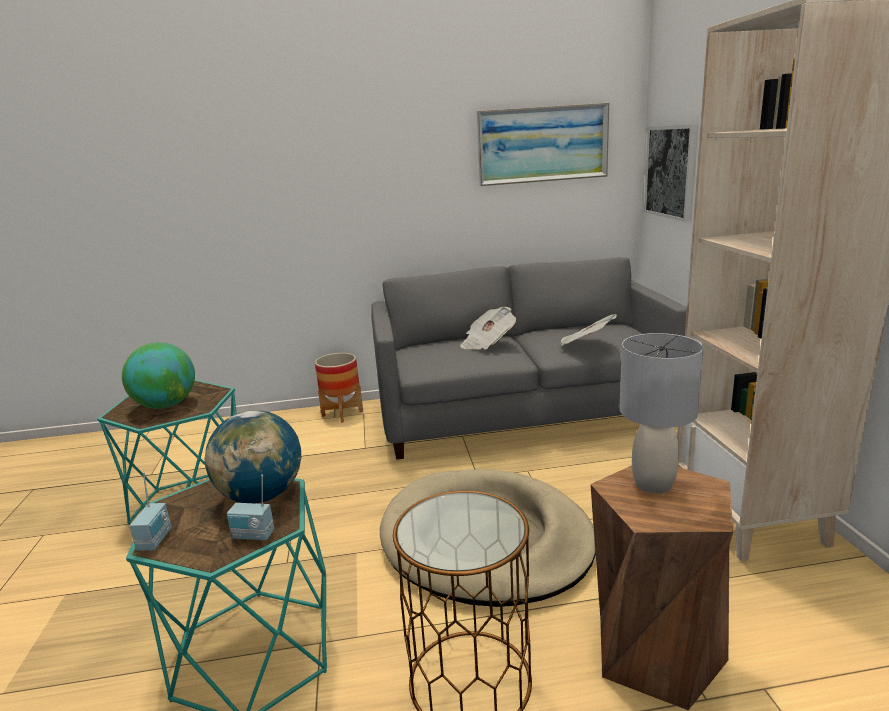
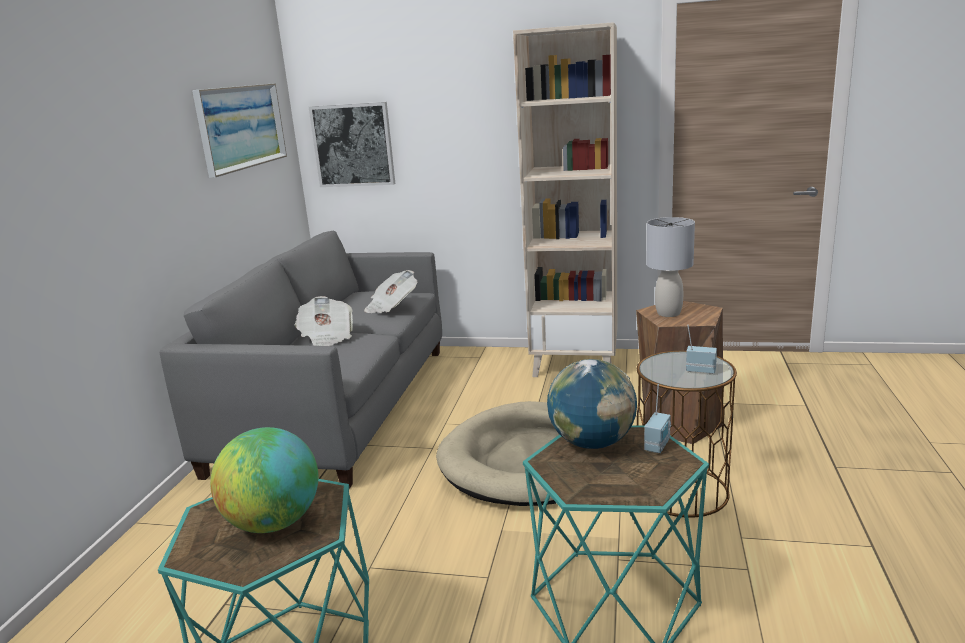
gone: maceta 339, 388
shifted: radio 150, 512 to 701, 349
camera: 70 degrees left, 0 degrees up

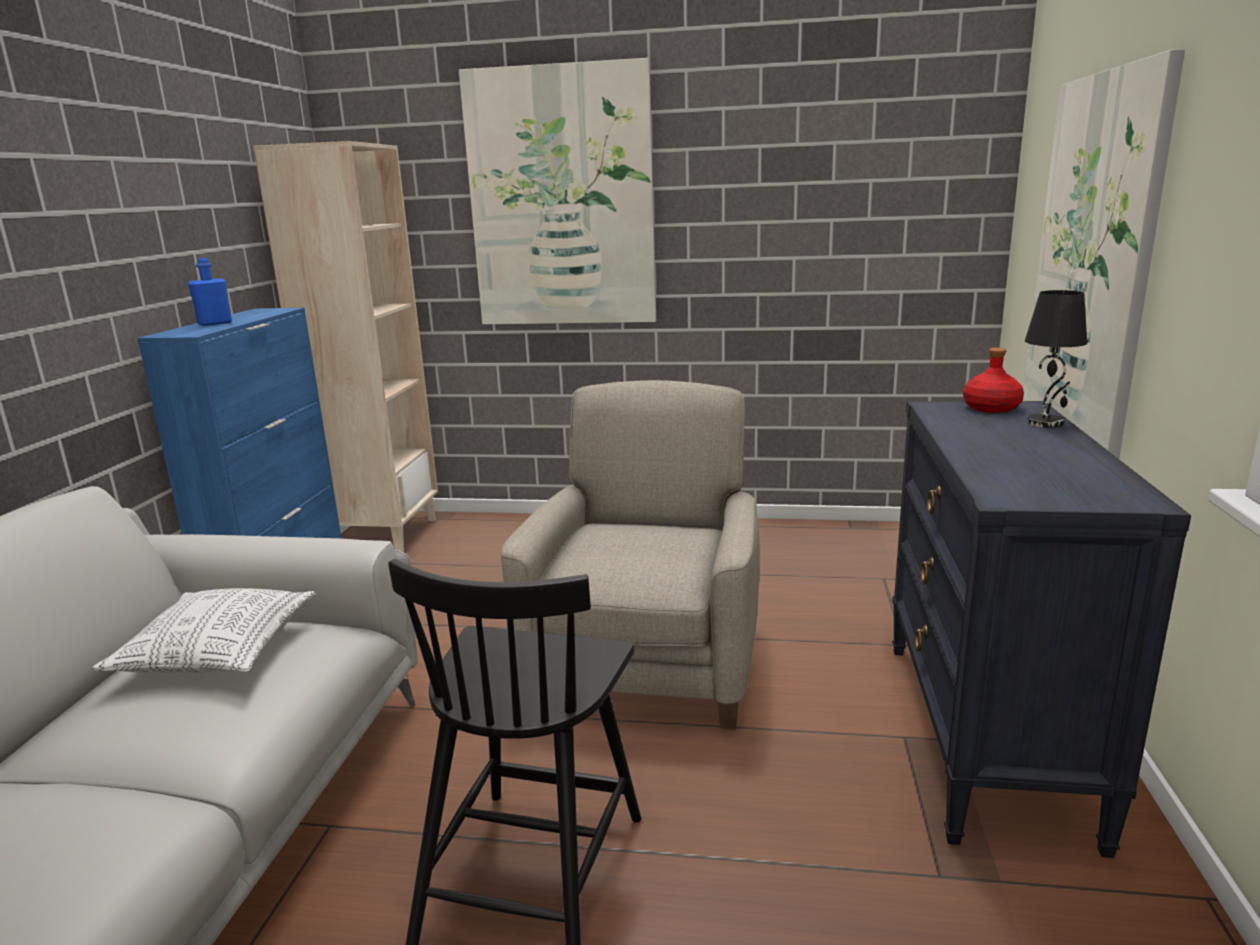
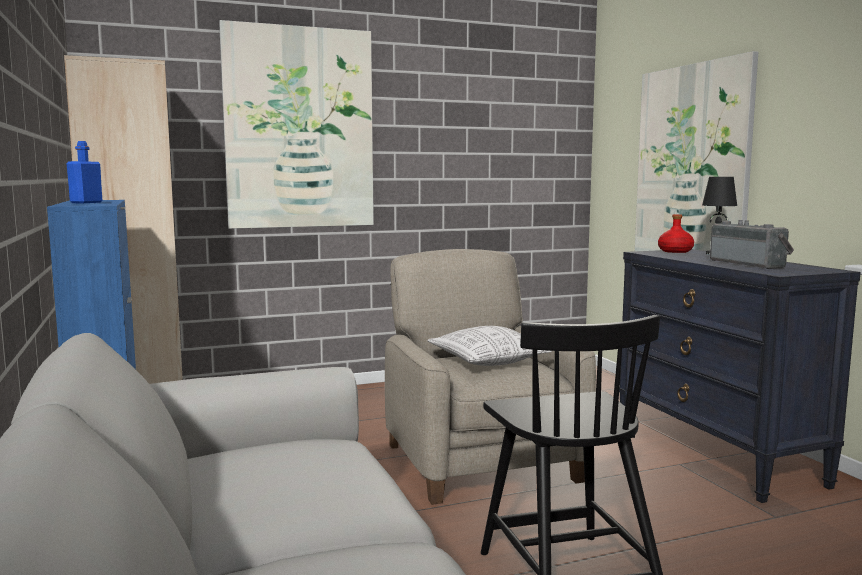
new: radio 752, 244
shifted: cojín 204, 630 to 489, 346
camera: 30 degrees left, 10 degrees down

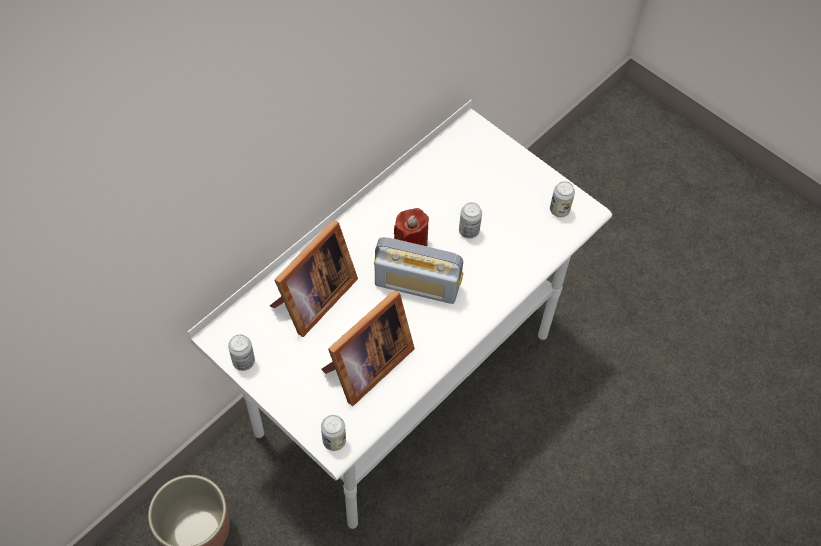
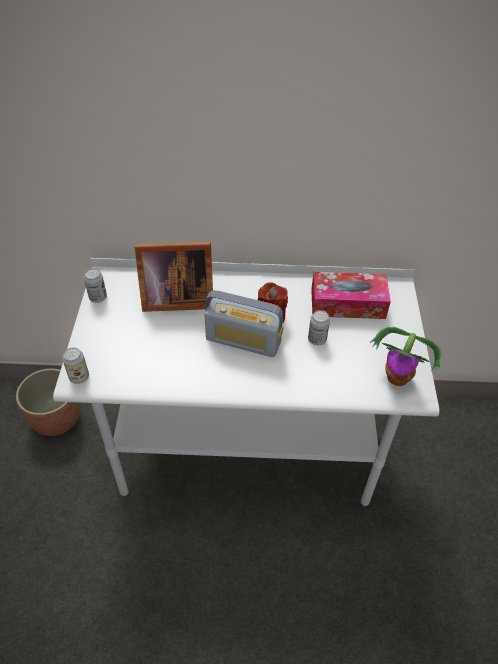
gone: portarretratos 368, 348
new: caja de pañuelos 351, 295
swapped: lata 562, 199 to planta en maceta 406, 356
rotated: radio 418, 270 = 243, 323 45 degrees counterclockwise
camera: 50 degrees right, 10 degrees down

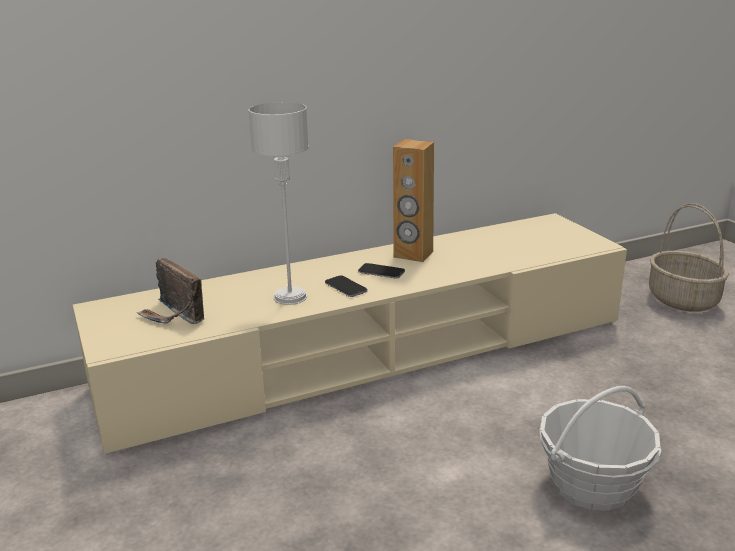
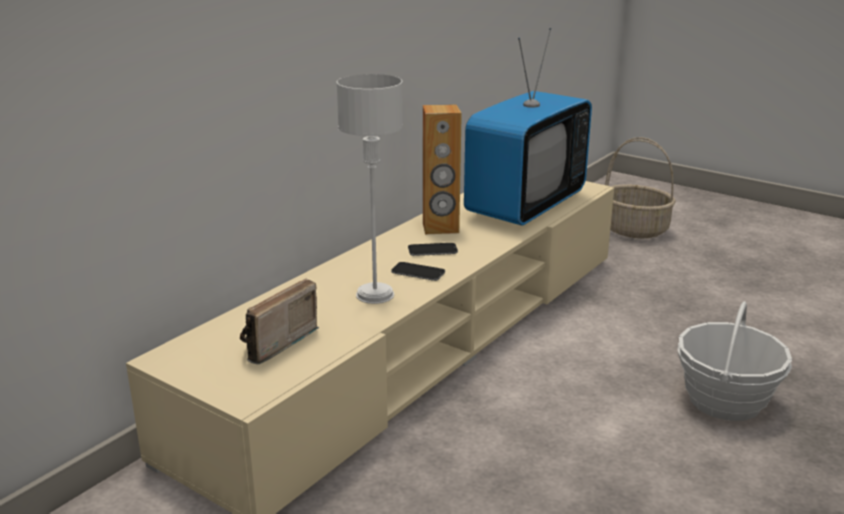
new: televisor 528, 127
rotated: radio 170, 291 = 279, 321 105 degrees clockwise
camera: 30 degrees left, 0 degrees up

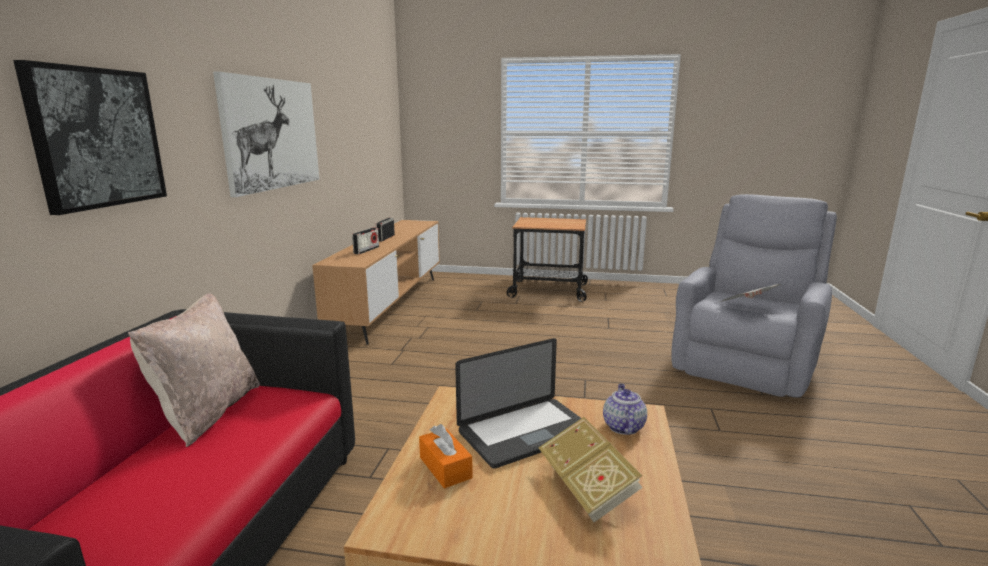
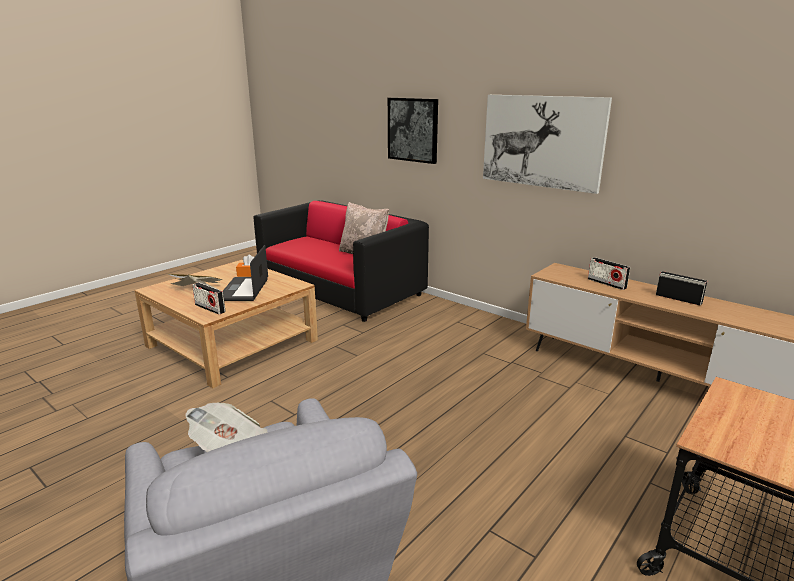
swapped: tetera 625, 409 to radio 209, 298
camera: 120 degrees right, 5 degrees up

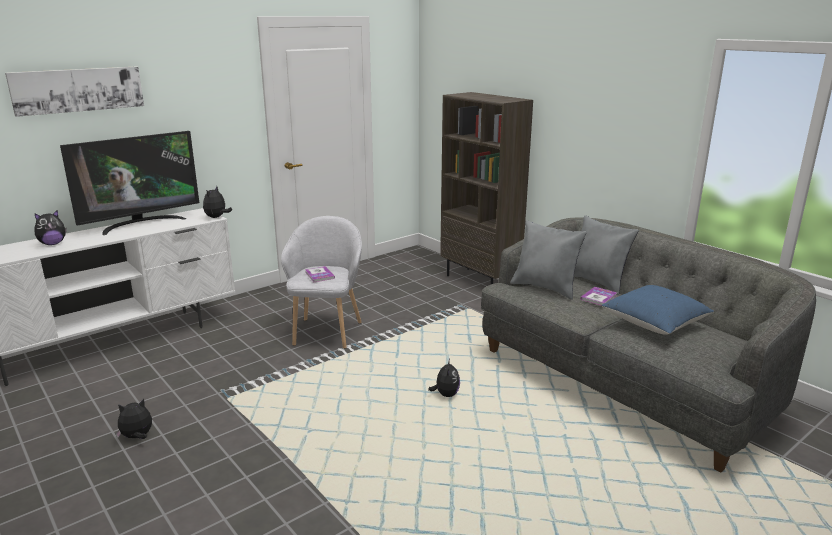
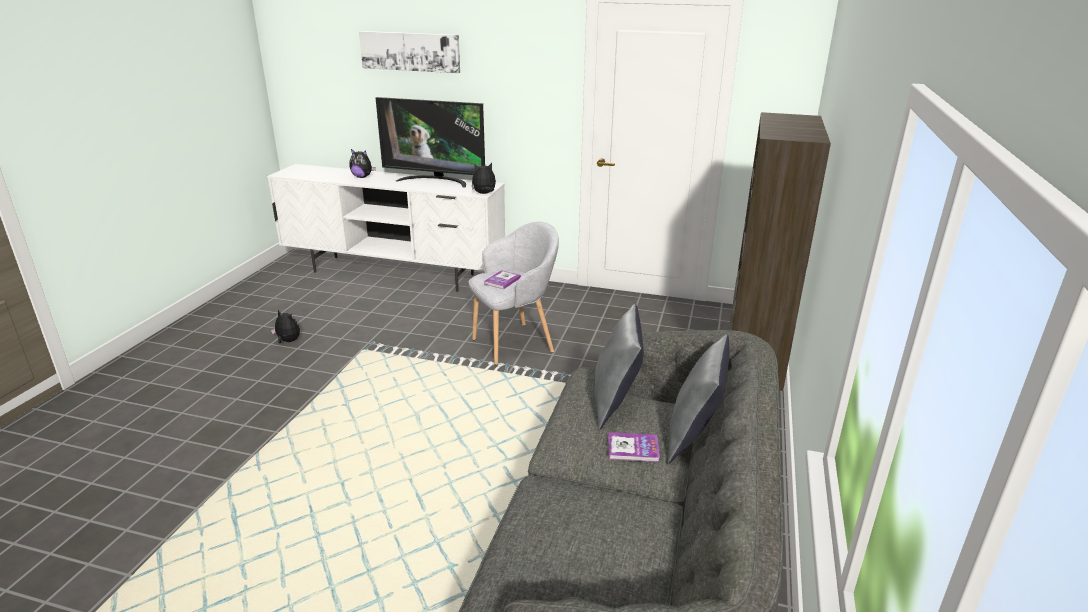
gone: peluche 444, 378; cojín [azul] 657, 310
camera: 55 degrees right, 5 degrees up

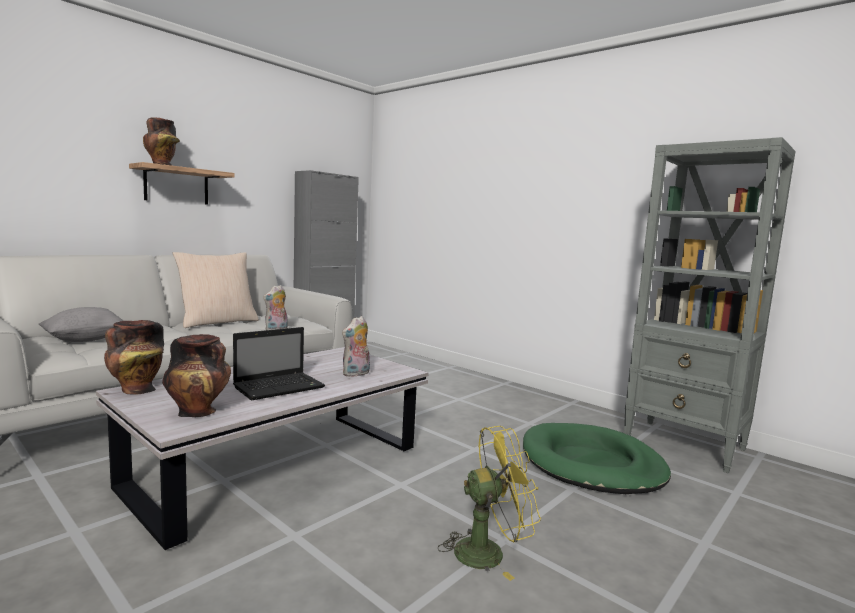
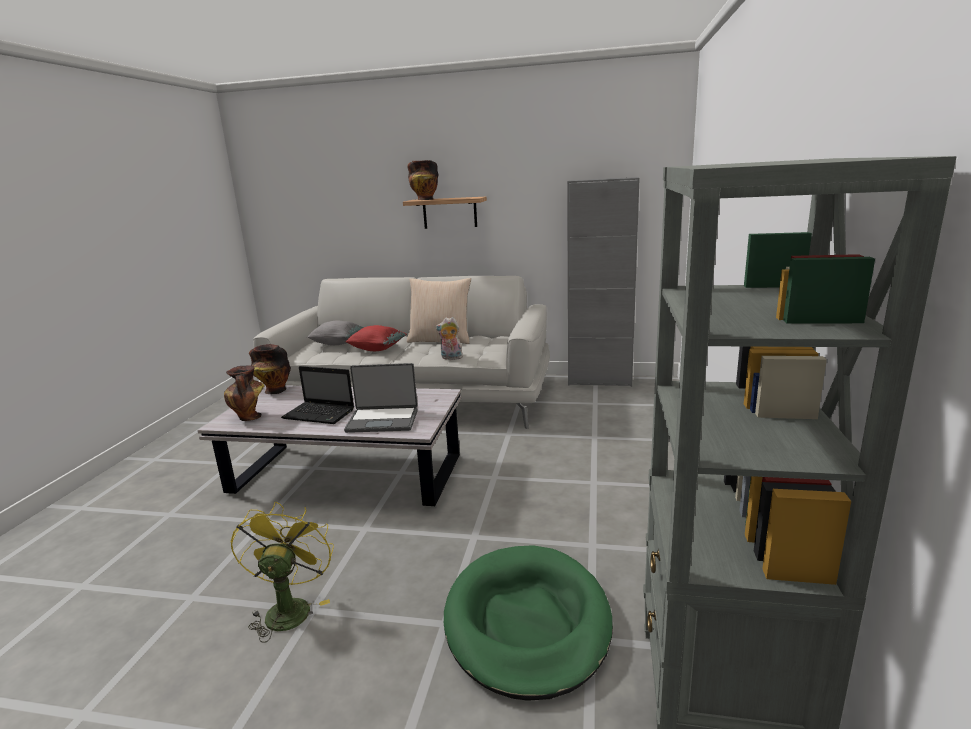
new: cojín [rojo] 376, 338
swapped: peluche 356, 346 to portátil 381, 398
rotated: ventilador [amarillo] 489, 503 = 282, 572 135 degrees counterclockwise
camera: 60 degrees right, 10 degrees up

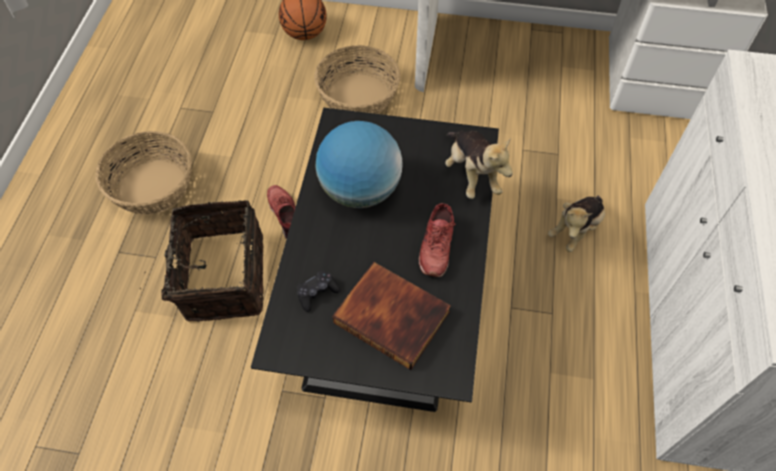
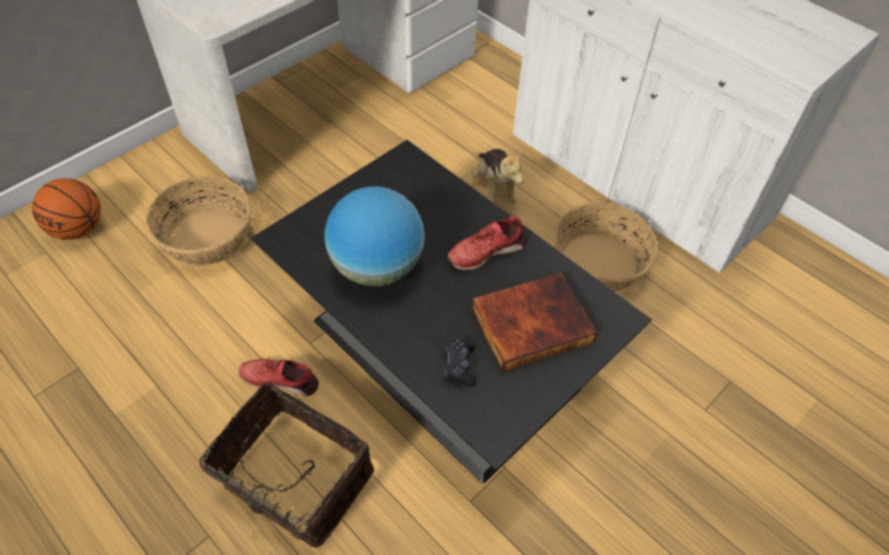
gone: peluche 479, 164
shifted: cesta 143, 173 to 606, 247
rotated: zapato [rojo] 437, 240 = 487, 243 105 degrees clockwise
camera: 55 degrees left, 5 degrees down

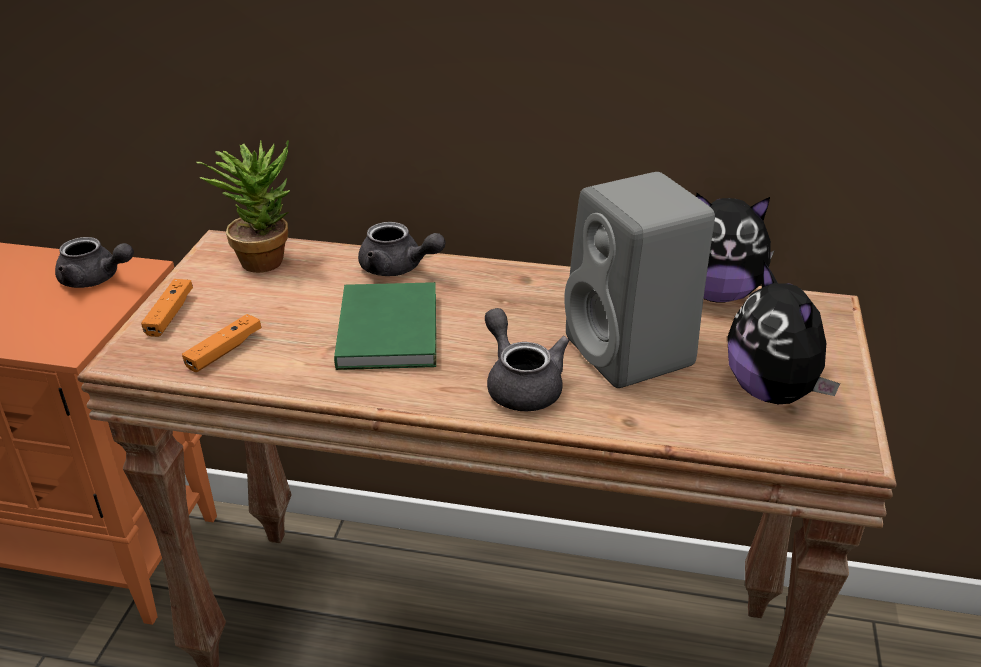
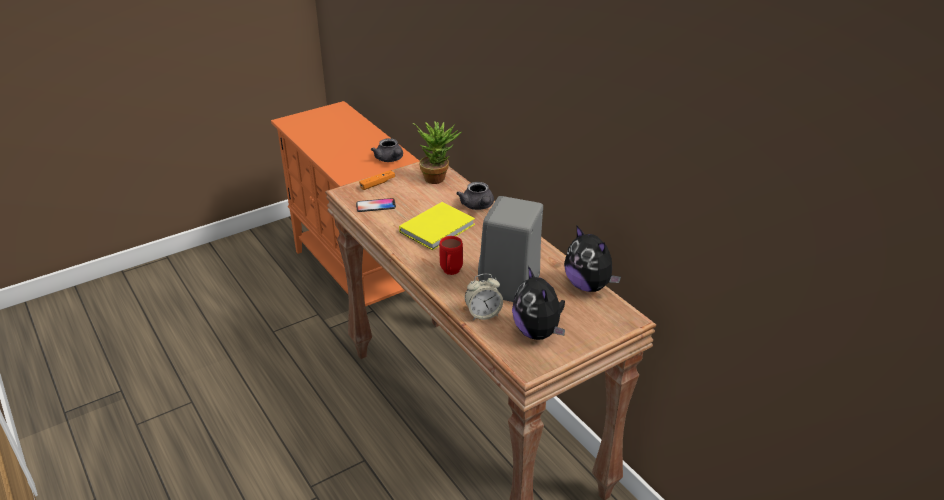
new: despertador 484, 297
swapped: mando de consola [naranja] 221, 343 to móvil 376, 205; tetera [gris] 527, 359 to taza grande [rojo] 451, 255
repainted: libro [verde] 385, 326 to libro [amarillo] 437, 226
rotated: peluche 783, 333 = 538, 303 45 degrees counterclockwise
camera: 45 degrees right, 0 degrees up

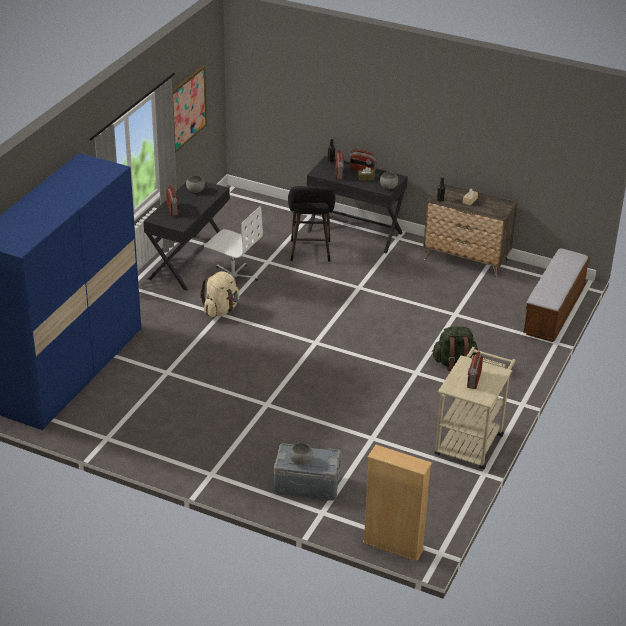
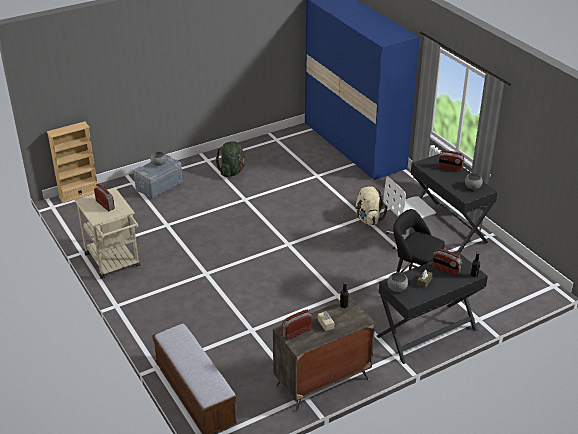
gone: cuadro 189, 109
shifted: radio 363, 160 to 297, 325; mochila [verde] 455, 348 to 230, 159
camera: 125 degrees right, 0 degrees up

